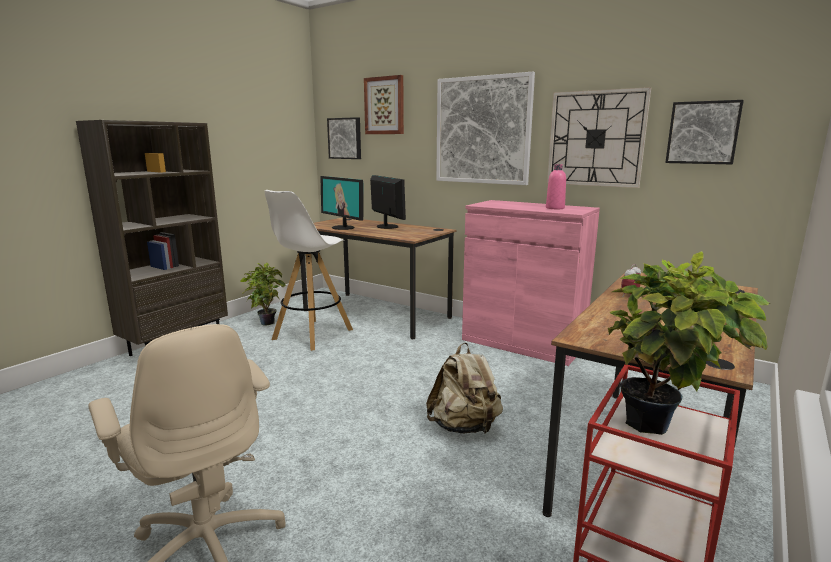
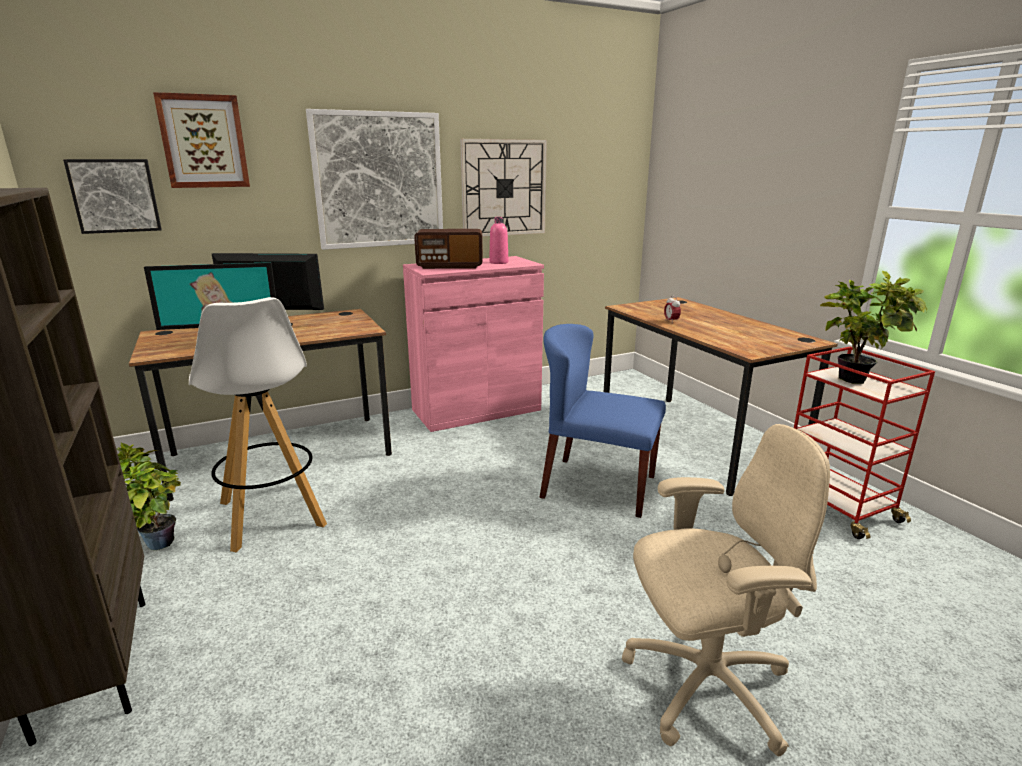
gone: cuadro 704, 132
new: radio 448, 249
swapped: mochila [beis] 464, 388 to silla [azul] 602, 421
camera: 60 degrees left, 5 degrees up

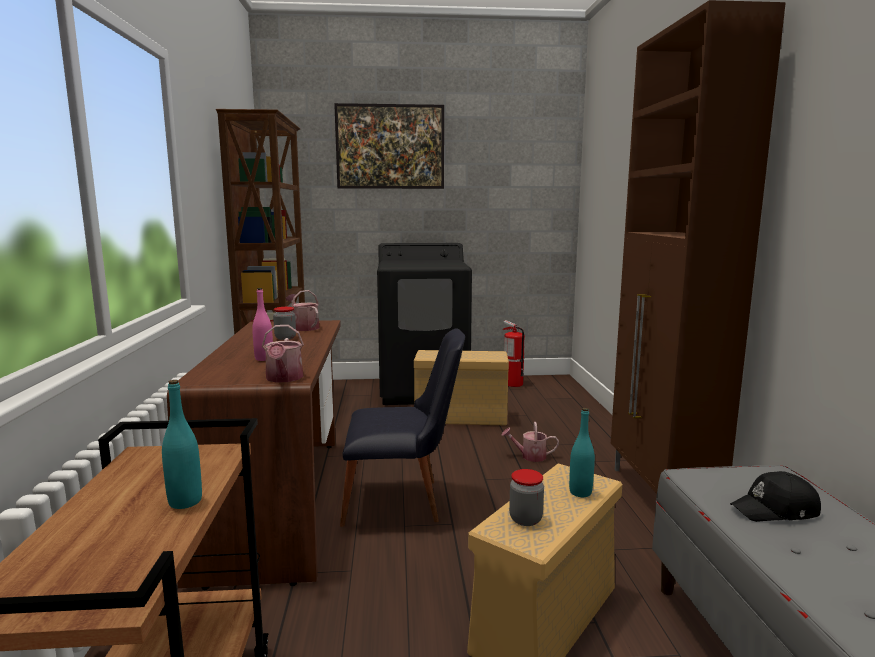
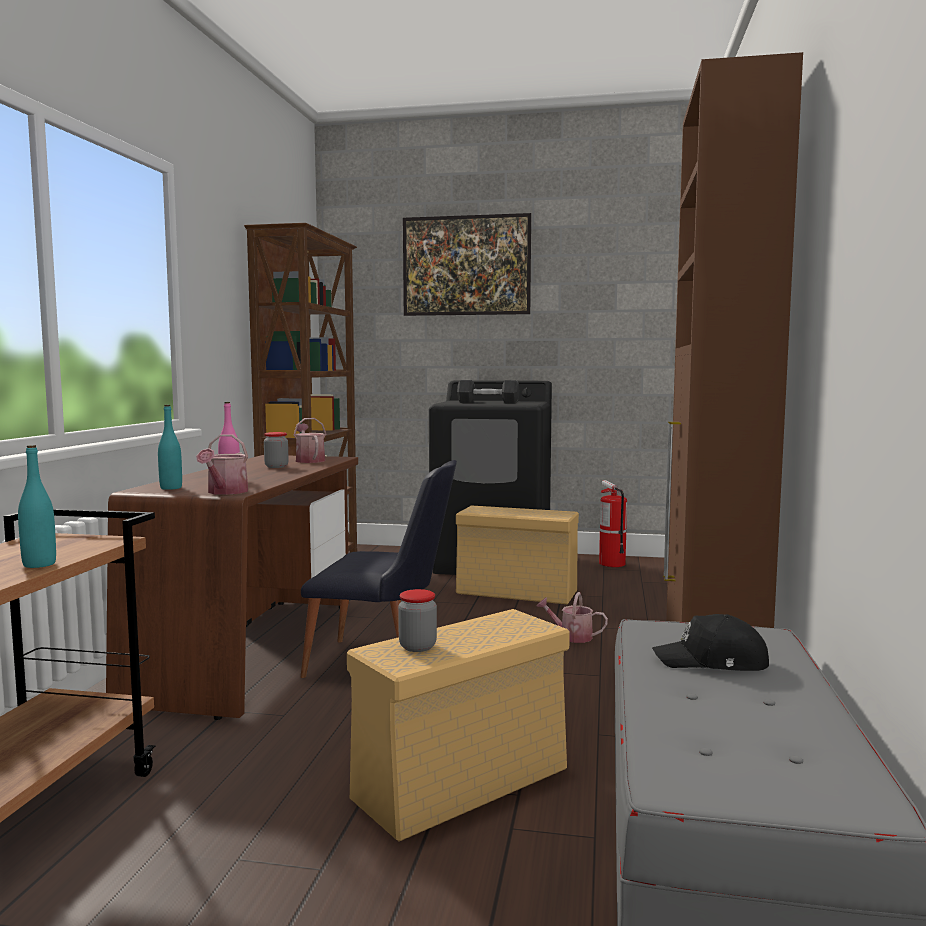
new: mancuerna [negro] 488, 391
shifted: botella [turquesa] 582, 452 to 170, 447
camera: 15 degrees right, 5 degrees down

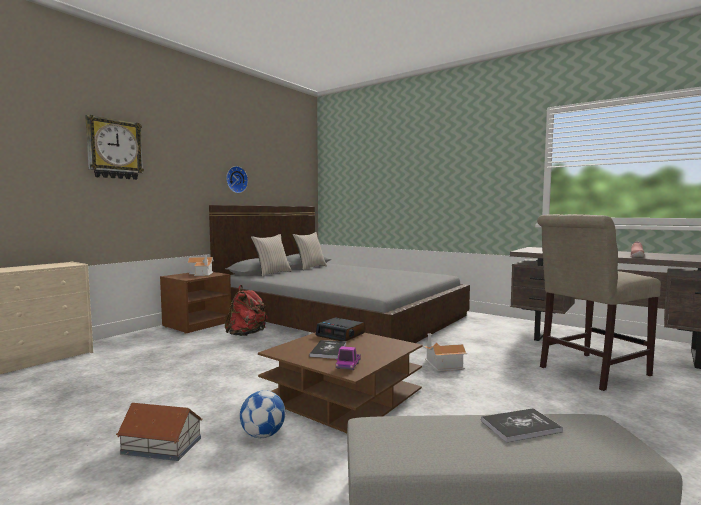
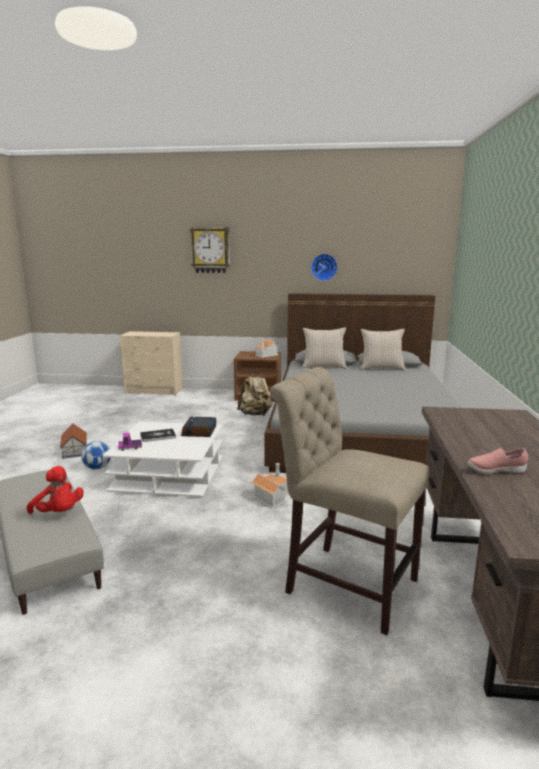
swapped: libro 522, 425 to peluche [rojo] 55, 490
repainted: mochila [rojo] 246, 310 to mochila [beis] 255, 394; mesa de centro [marrón] 340, 382 to mesa de centro [blanco] 163, 459
camera: 60 degrees right, 10 degrees up

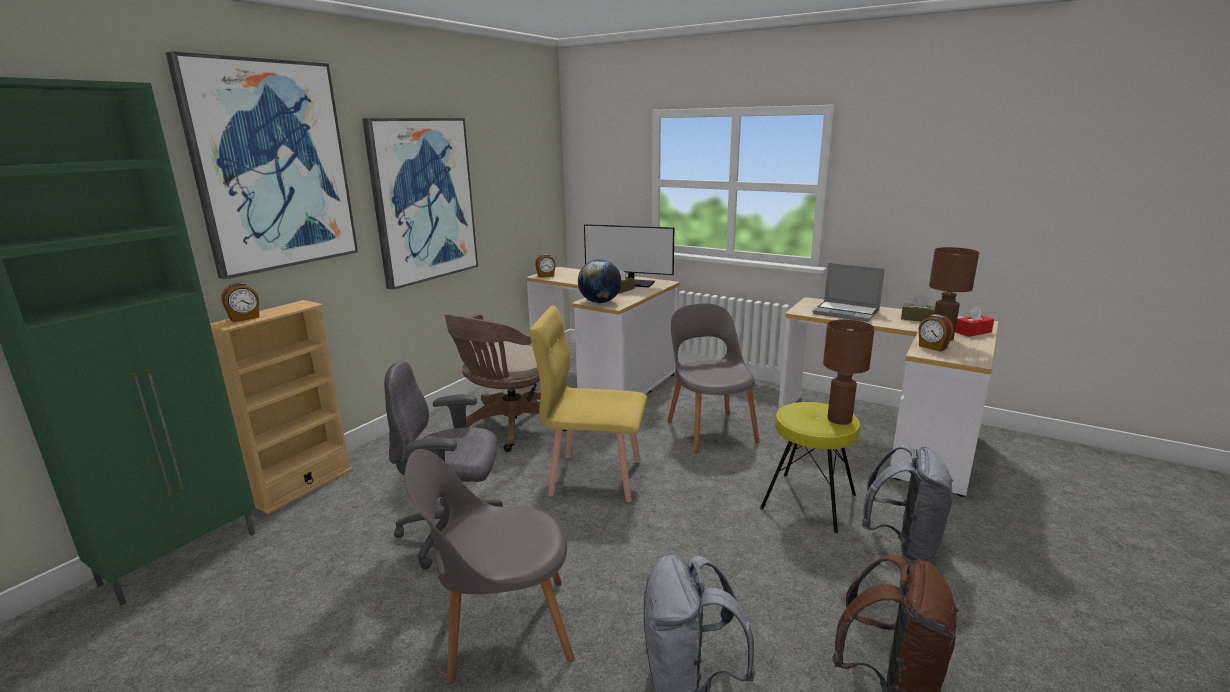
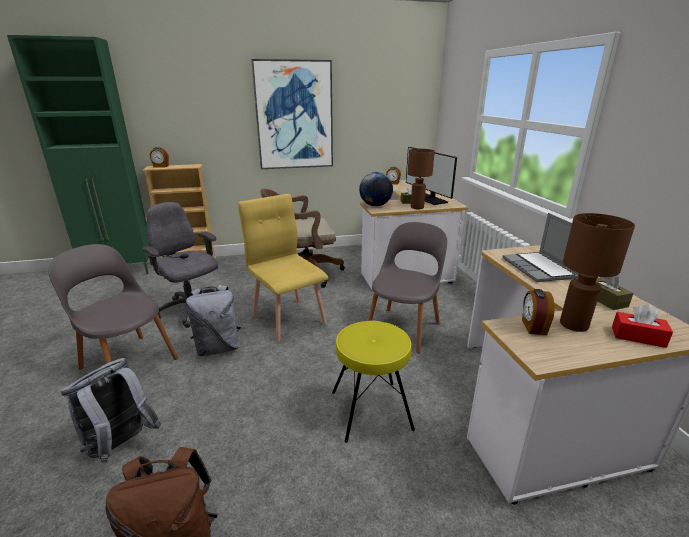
gone: cuadro 262, 165
shifted: lámpara de mesa [marrón] 849, 372 to 421, 179; mochila [gris] 908, 503 to 213, 320
camera: 45 degrees right, 5 degrees up

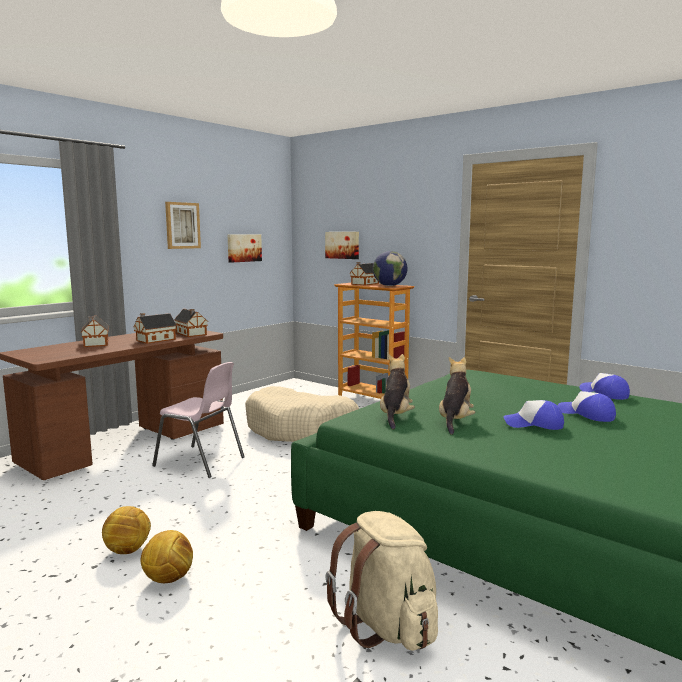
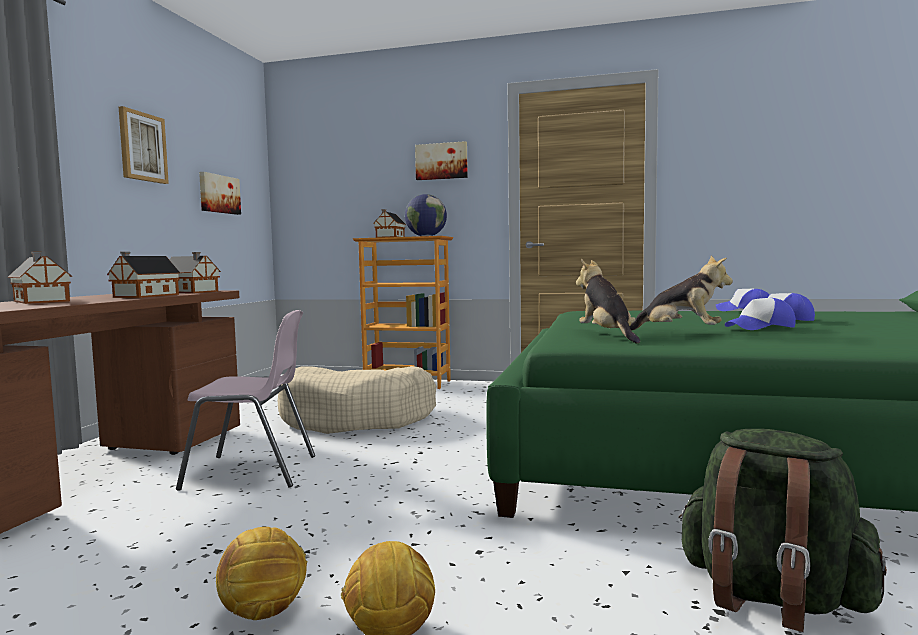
shifted: cuadro 342, 245 to 441, 160
repainted: mochila [beis] 382, 580 to mochila [verde] 782, 530
rotated: peluche 457, 396 = 681, 293 120 degrees clockwise
camera: 25 degrees left, 5 degrees down

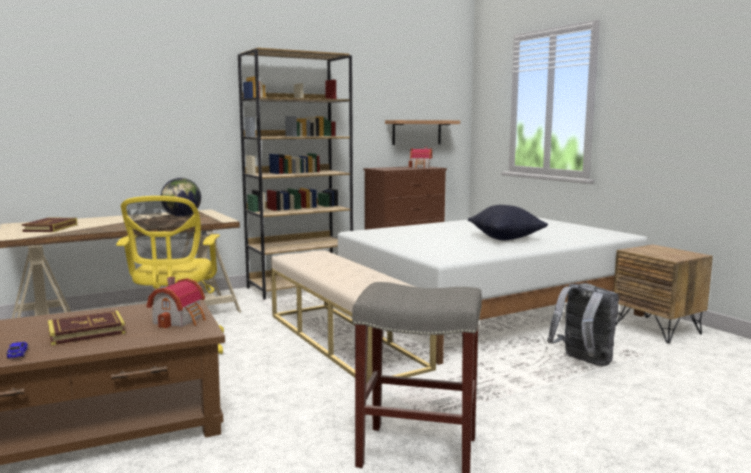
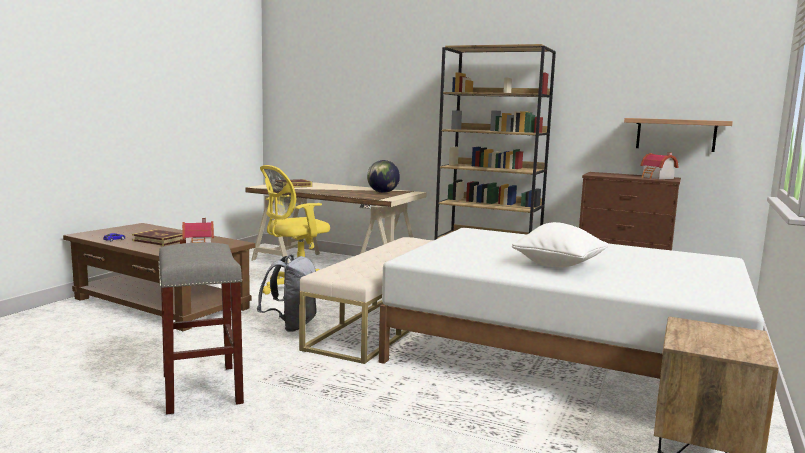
shifted: mochila [gris] 583, 324 to 287, 293
repainted: cojín [negro] 508, 222 to cojín [blanco] 560, 244
camera: 55 degrees right, 0 degrees up

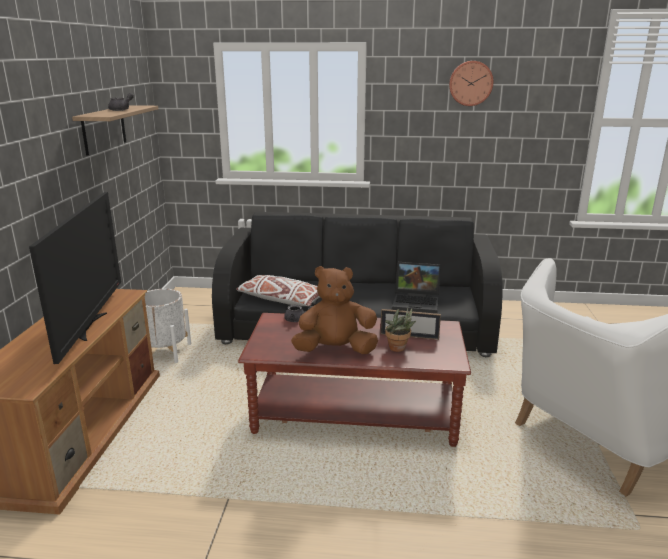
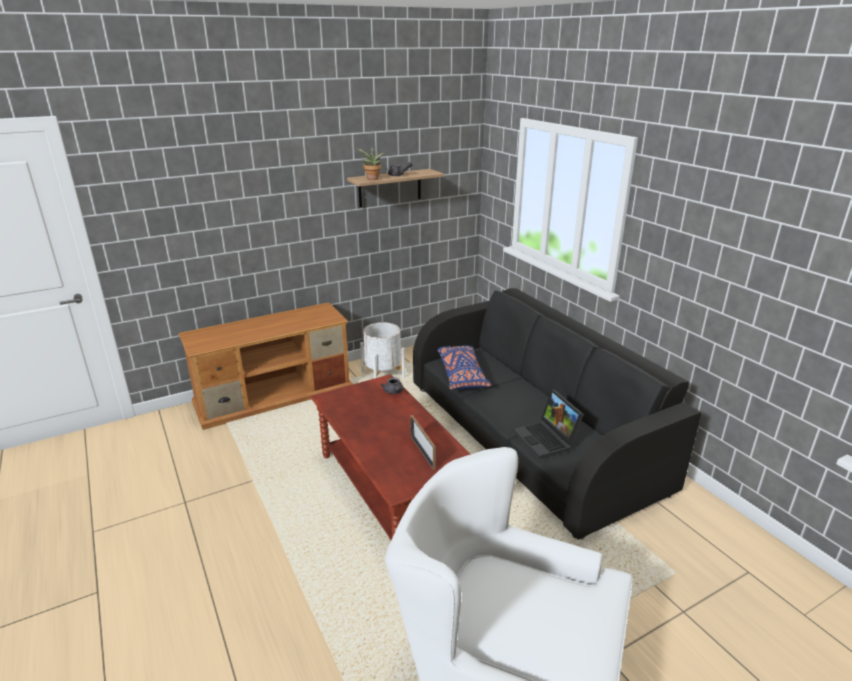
gone: televisor 75, 278; peluche [marrón] 334, 310; reloj de pared 471, 83
shifted: planta en maceta 400, 330 to 371, 163
repainted: cojín [blanco] 278, 290 to cojín [azul] 464, 367
camera: 55 degrees right, 5 degrees up

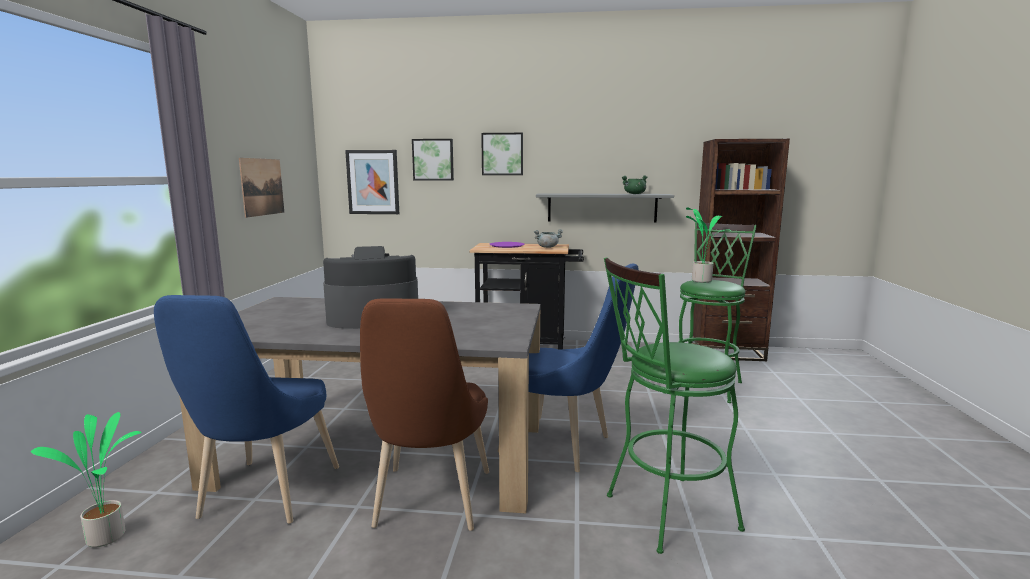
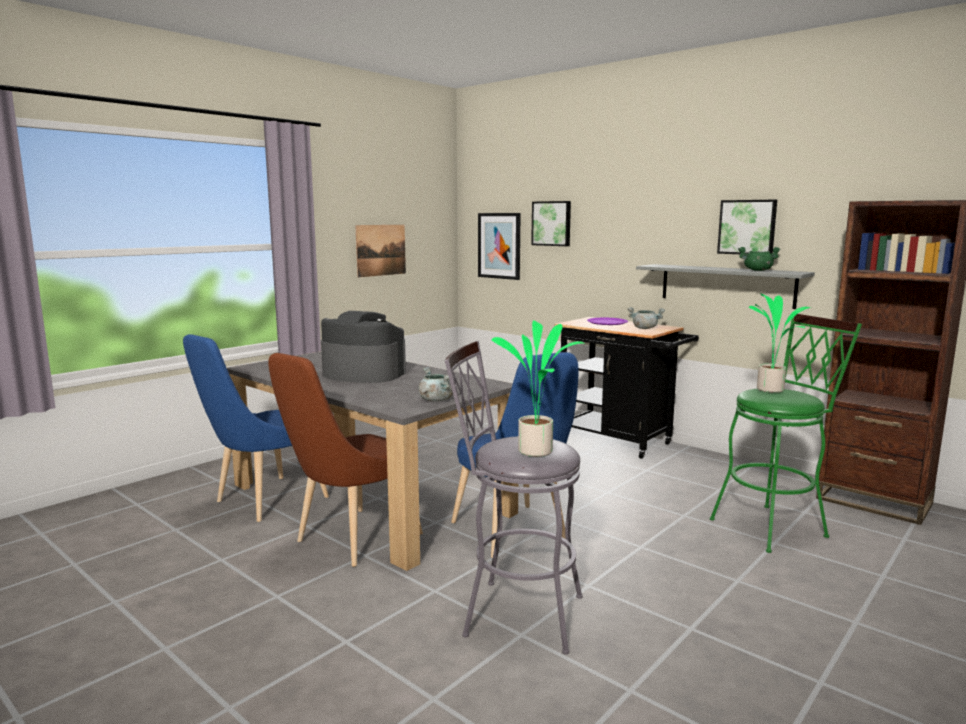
new: olla [gris] 435, 384
shifted: planta en maceta 86, 479 to 538, 388; cuadro 502, 154 to 747, 227
repainted: taburete [verde] 674, 405 to taburete [gris] 513, 497
camera: 35 degrees right, 0 degrees up

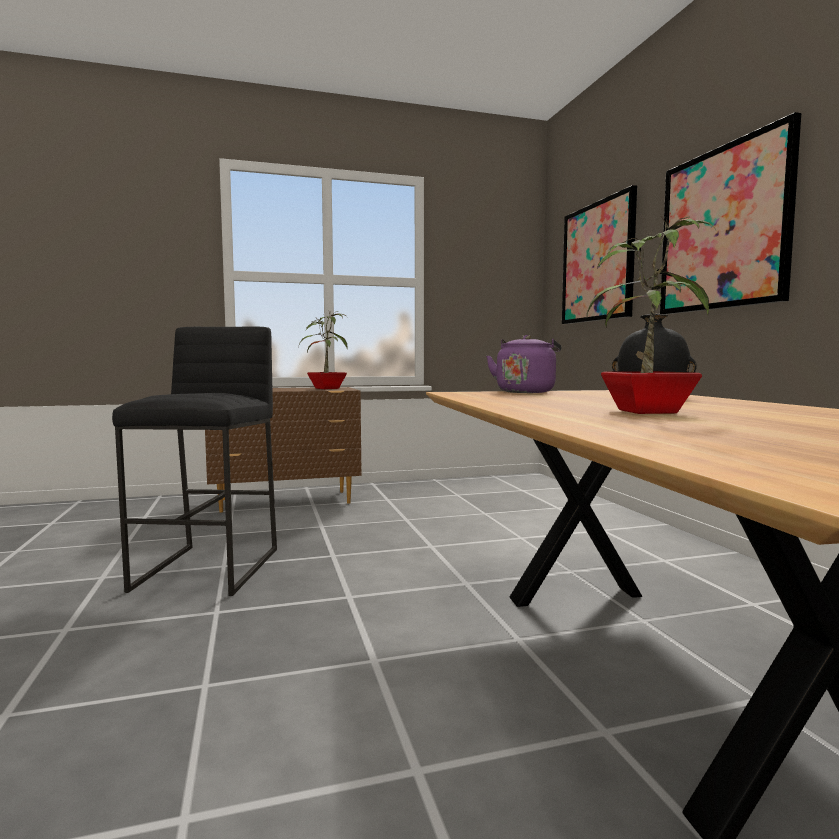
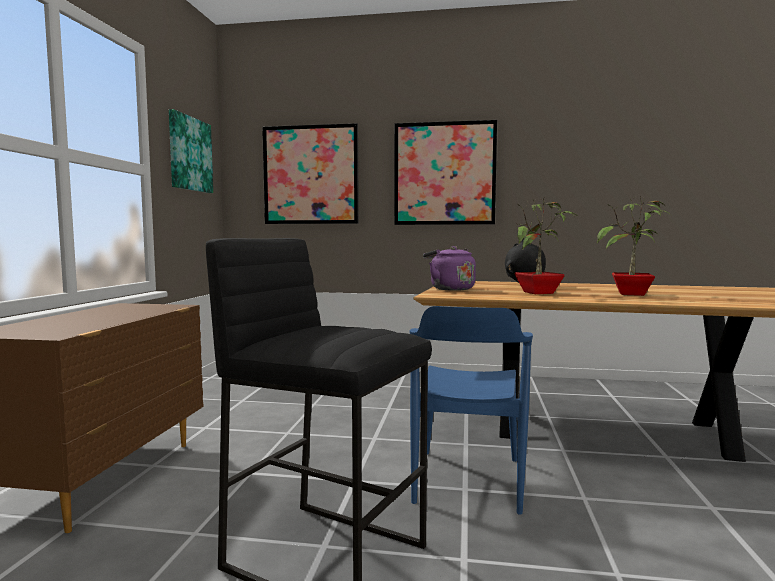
new: cuadro 191, 151; silla [azul] 471, 410
shifted: planta en maceta 323, 349 to 544, 245
camera: 65 degrees left, 0 degrees up

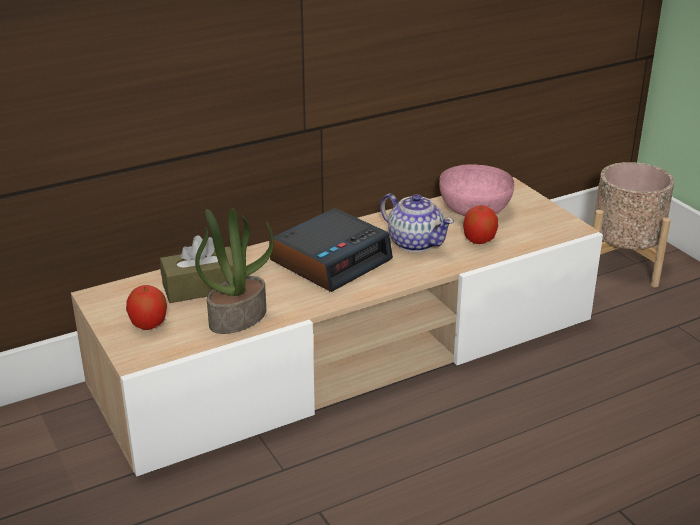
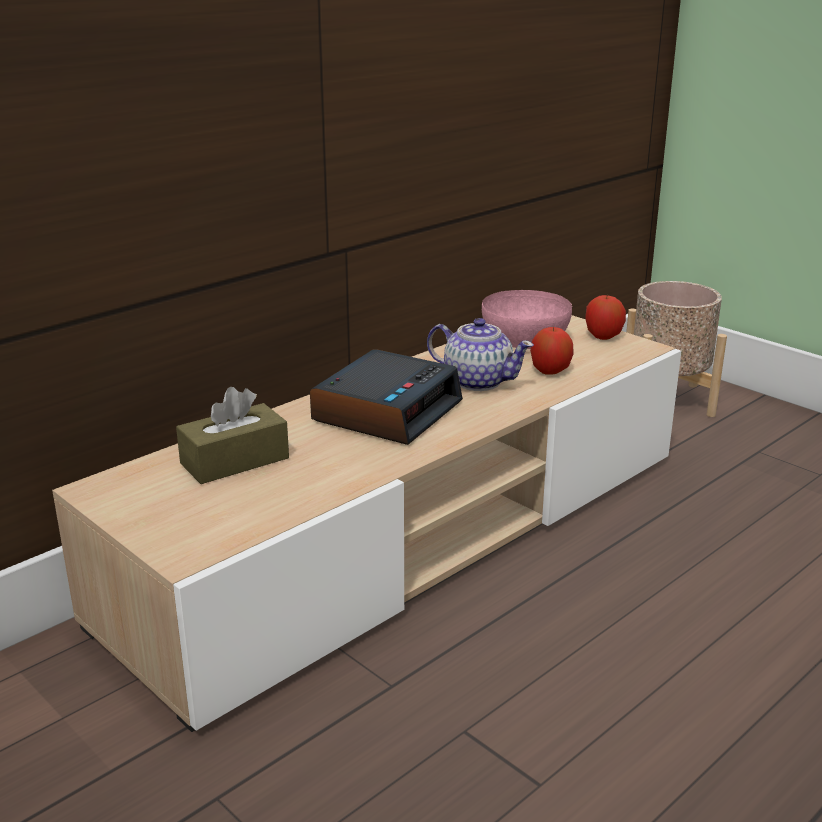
gone: planta en maceta 234, 271
shifted: manzana 146, 307 to 605, 317
camera: 15 degrees left, 5 degrees down

